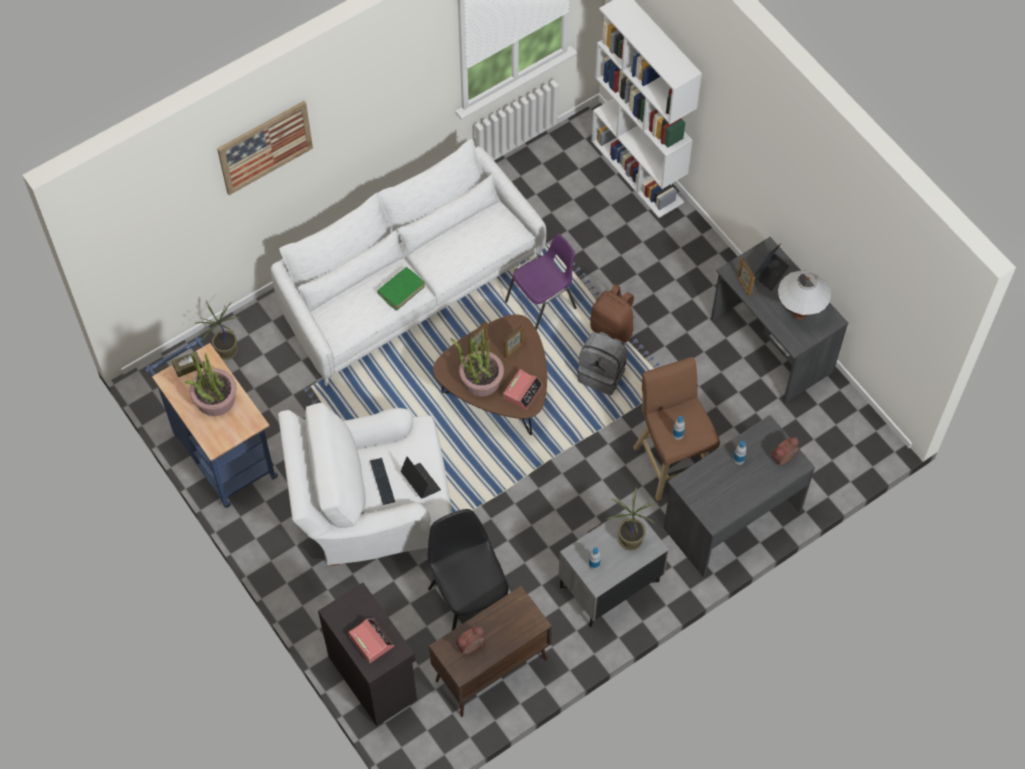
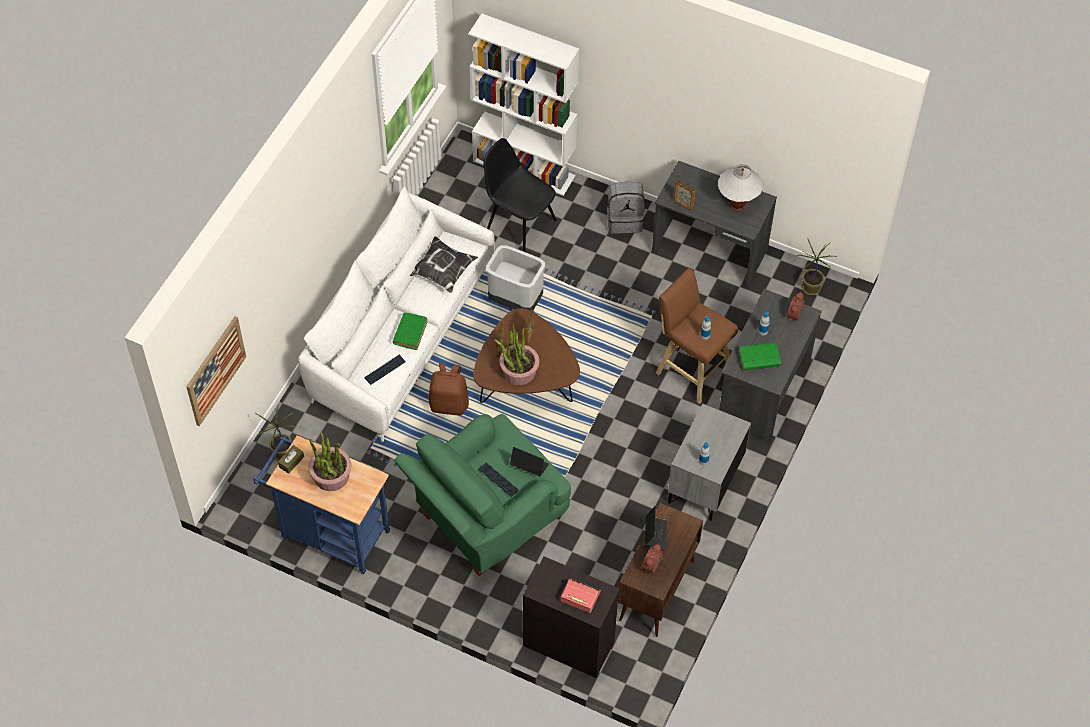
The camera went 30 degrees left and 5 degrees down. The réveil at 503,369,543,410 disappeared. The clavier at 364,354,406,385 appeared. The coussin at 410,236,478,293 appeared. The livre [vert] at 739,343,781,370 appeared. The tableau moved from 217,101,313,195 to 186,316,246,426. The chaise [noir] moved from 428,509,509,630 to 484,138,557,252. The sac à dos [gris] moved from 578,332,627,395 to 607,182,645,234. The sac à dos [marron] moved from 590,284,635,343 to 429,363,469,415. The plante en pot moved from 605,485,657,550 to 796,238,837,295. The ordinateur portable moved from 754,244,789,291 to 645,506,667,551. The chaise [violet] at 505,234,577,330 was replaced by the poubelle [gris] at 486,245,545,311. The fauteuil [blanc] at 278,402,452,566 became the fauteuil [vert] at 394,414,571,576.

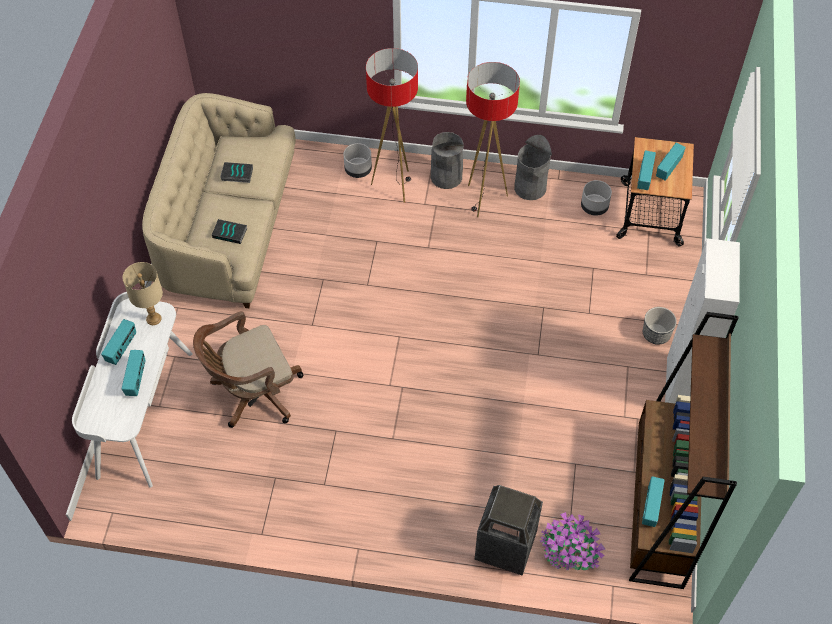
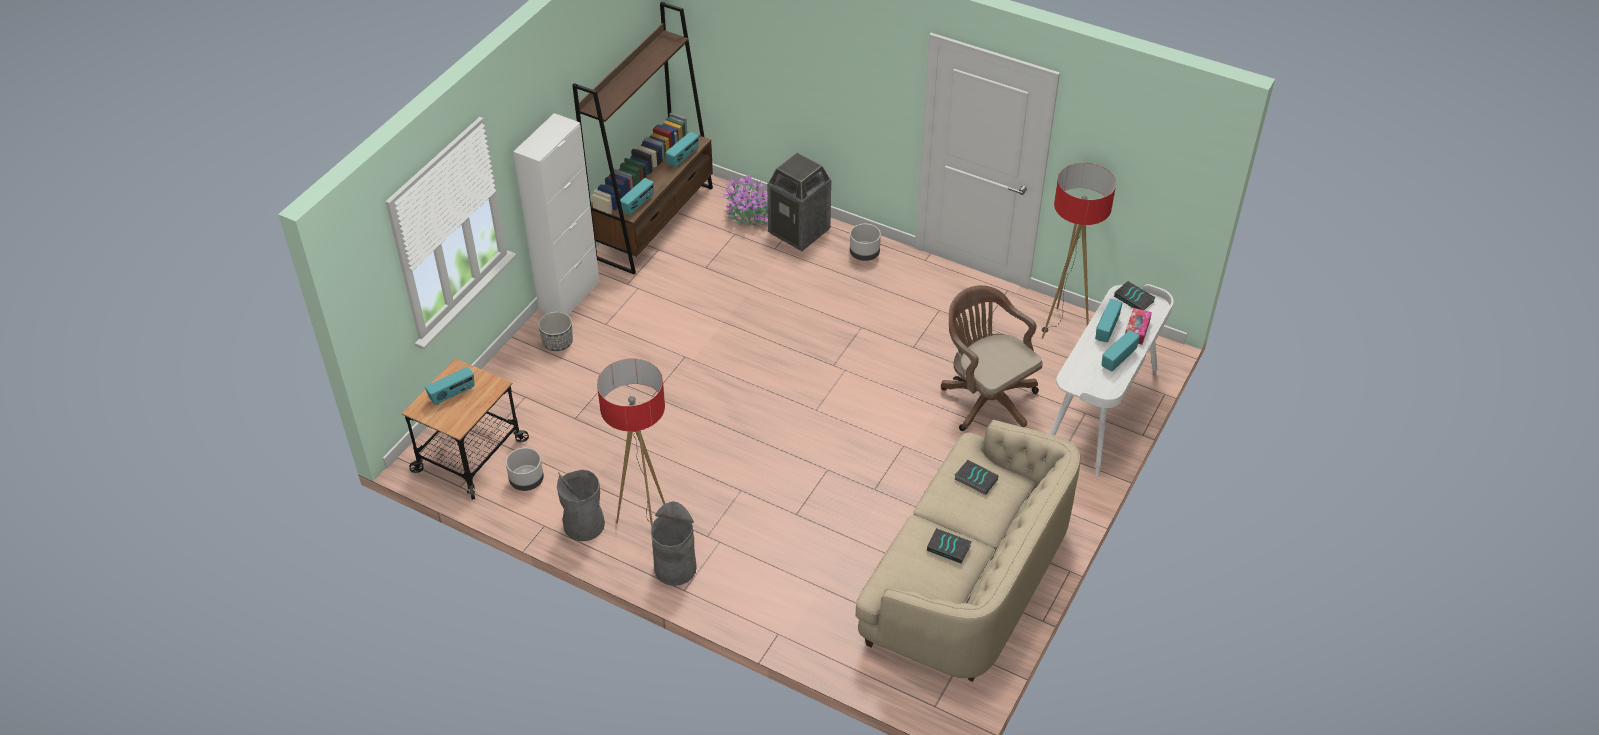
The camera went 160 degrees left and 10 degrees down. The lampe de table [beige] at 122,262,163,325 disappeared. The livre at 1114,281,1156,310 appeared. The boîte à mouchoirs at 1125,308,1152,345 appeared. The cache-pot [gris] moved from 343,143,372,178 to 850,224,881,261. The lampadaire moved from 366,48,418,203 to 1042,163,1116,338. The radio moved from 637,150,656,190 to 620,178,654,216. The chaise de bureau [marron] at 193,311,303,428 turned 120 degrees counterclockwise.

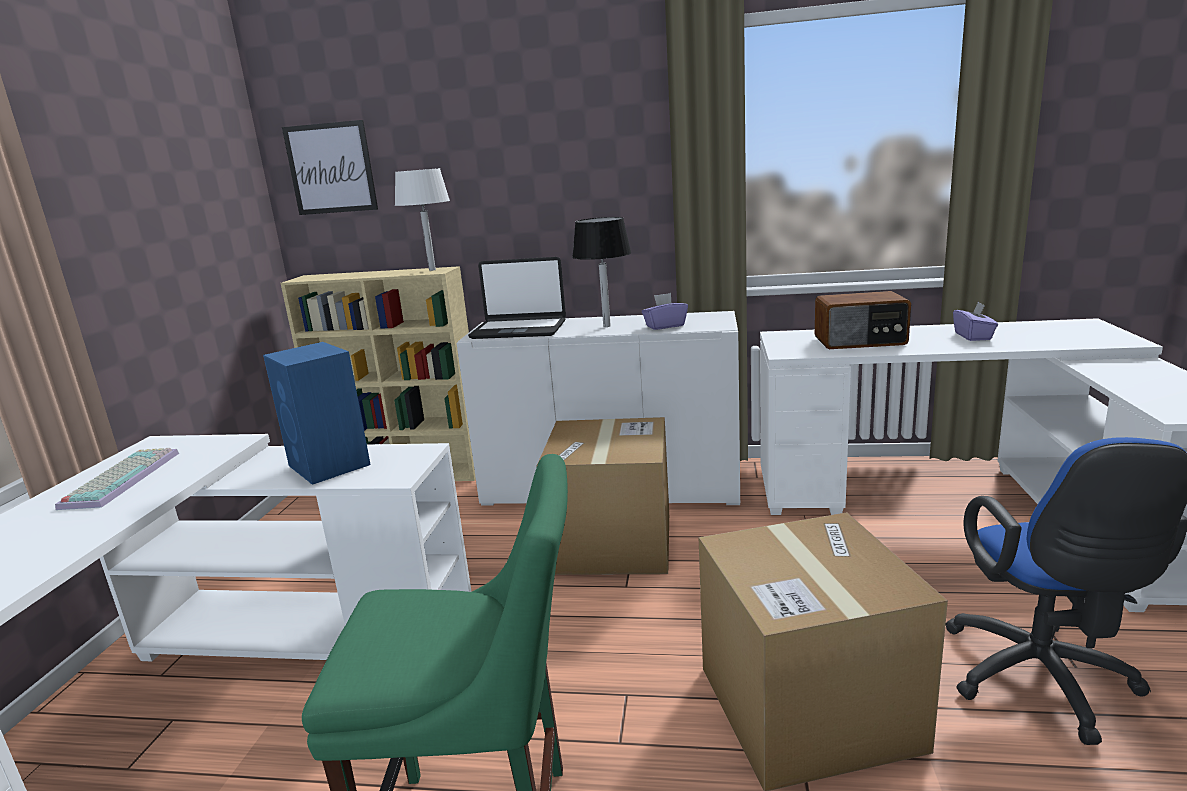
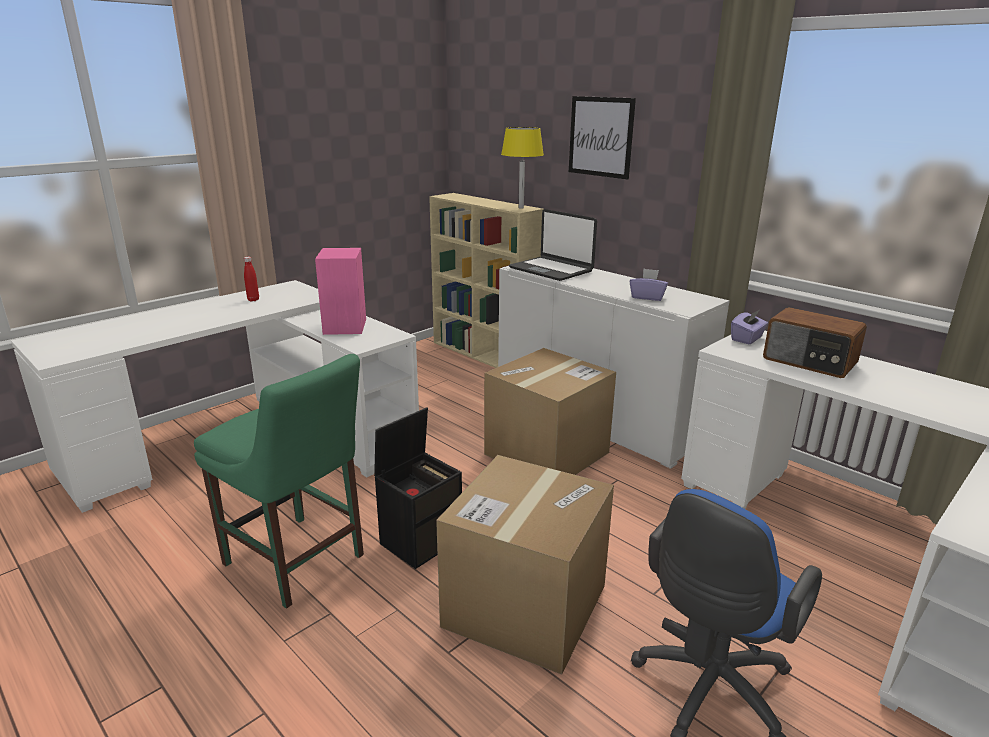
The camera went 35 degrees right and 5 degrees up. The lampe de table [noir] at 572,217,631,327 disappeared. The boîte de rangement [noir] at 374,407,462,569 appeared. The tableau moved from 282,120,378,215 to 569,96,636,179. The boîte à mouchoirs [violet] moved from 953,302,998,341 to 731,310,768,344. The clavier at 55,448,179,510 was replaced by the bouteille [rouge] at 244,257,259,301. The enceinte [bleu] at 263,342,371,485 became the enceinte [rose] at 315,248,366,335. The lampe de table [blanc] at 395,168,450,271 became the lampe de table [jaune] at 501,127,544,208.

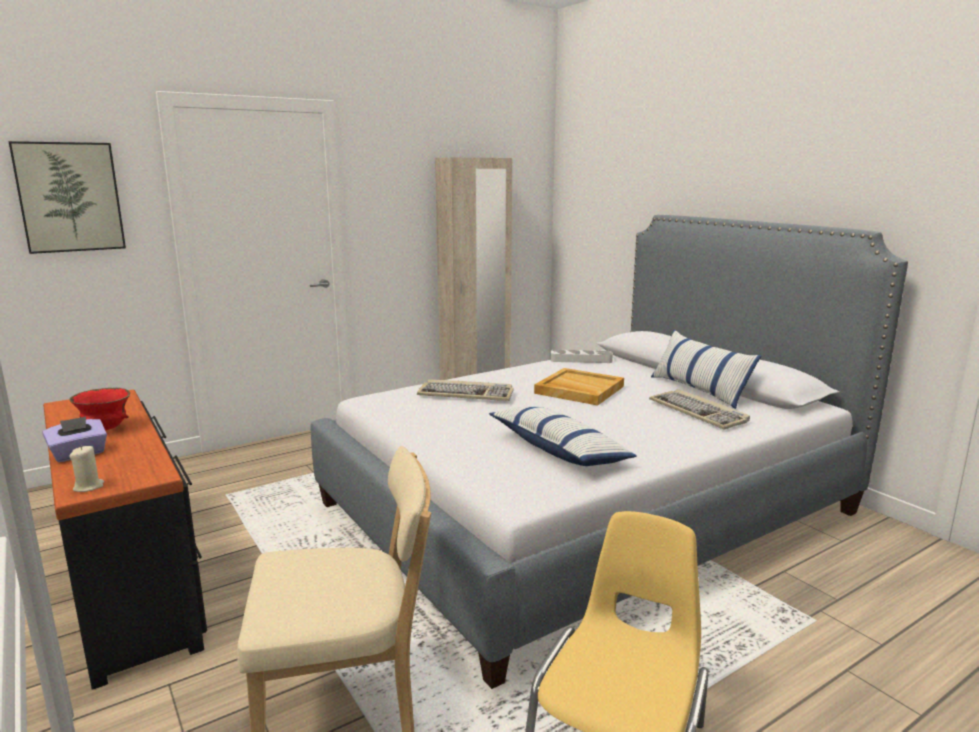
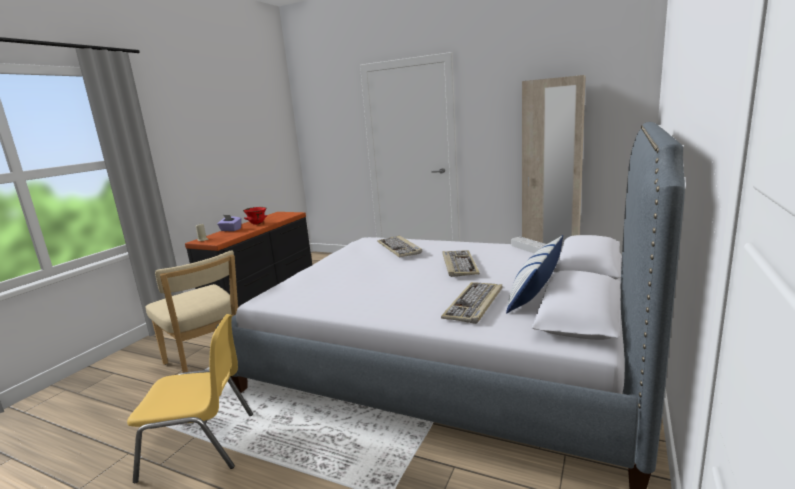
The camera went 60 degrees right and 0 degrees up. The tableau at 8,141,126,254 disappeared. The coussin at 489,407,637,466 disappeared. The plateau [beige] at 534,368,624,406 was replaced by the clavier at 442,250,480,277.

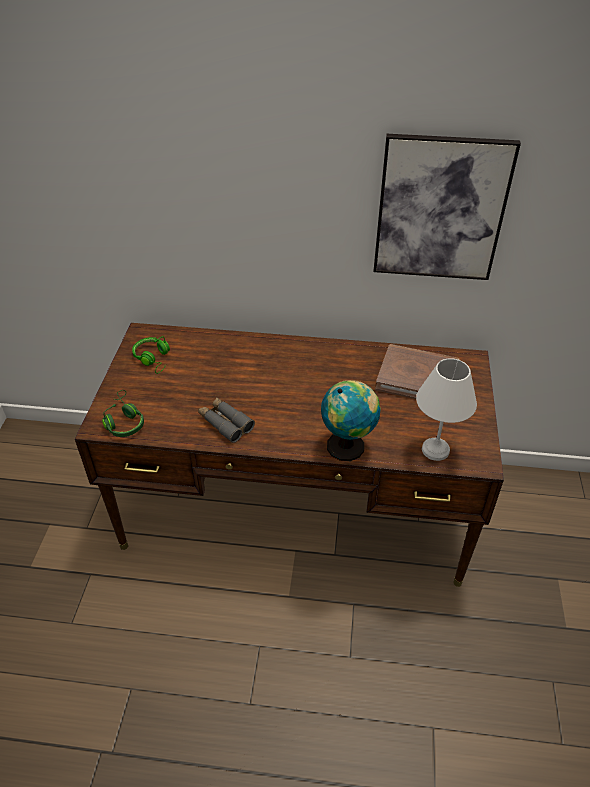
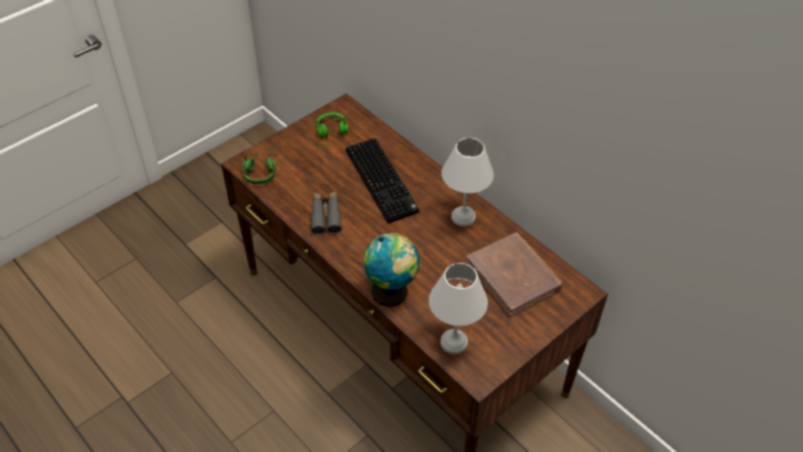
The camera went 40 degrees right and 5 degrees up. The tableau at 373,134,521,280 disappeared. The clavier at 346,138,419,223 appeared. The lampe de table [blanc] at 441,138,494,227 appeared.

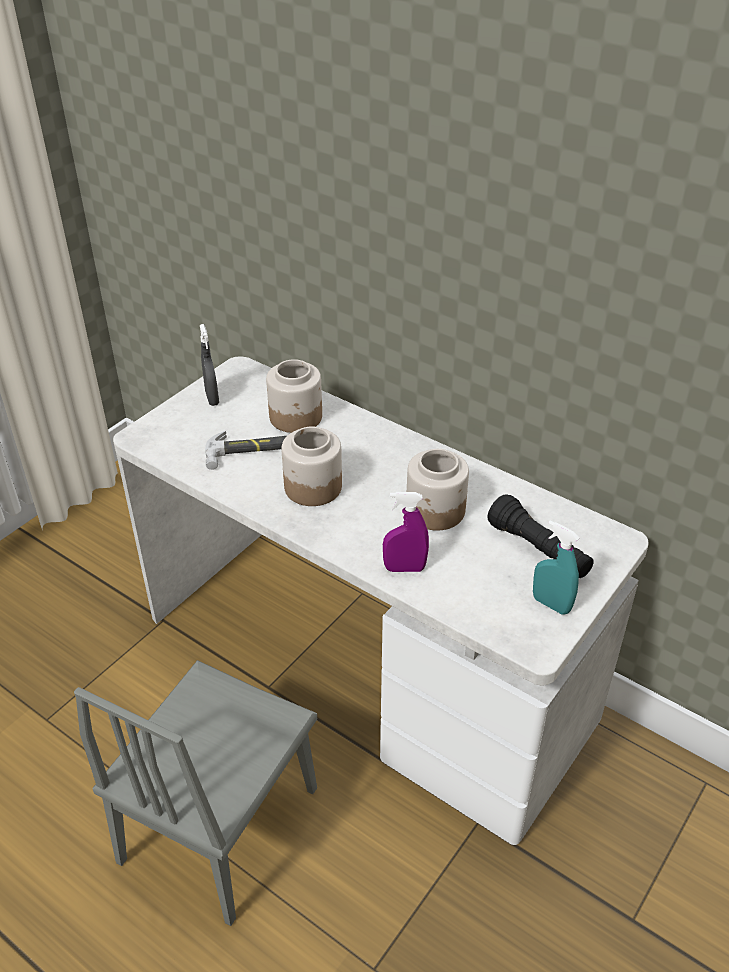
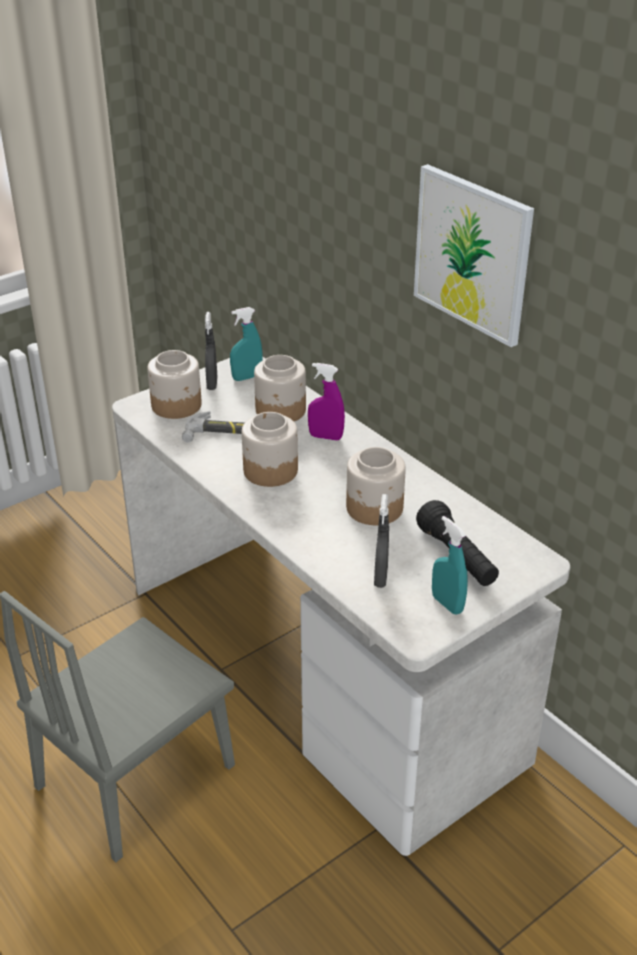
The camera went 15 degrees right and 5 degrees down. The bocal at 147,350,202,419 appeared. The vaporisateur [turquoise] at 230,307,262,381 appeared. The vaporisateur [gris] at 374,494,389,588 appeared. The tableau at 414,164,534,347 appeared. The vaporisateur [violet] moved from 383,492,429,572 to 308,363,345,440.

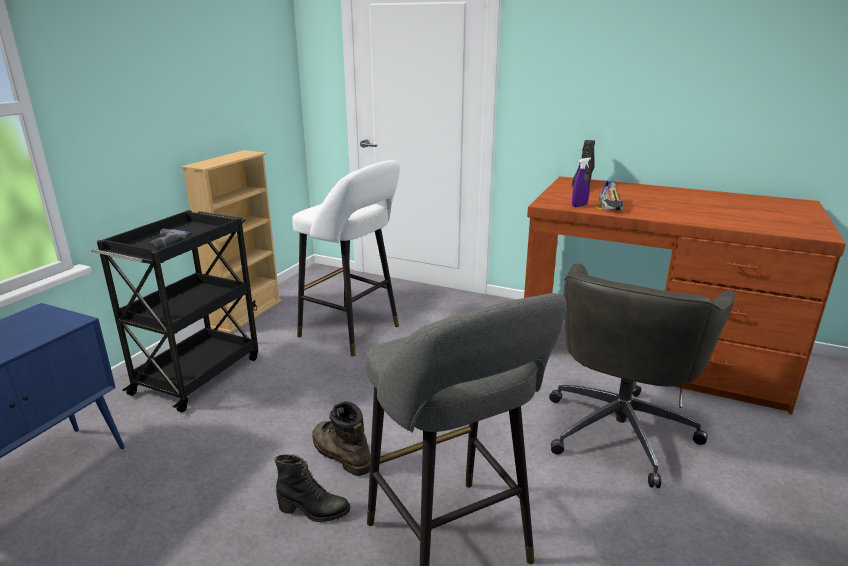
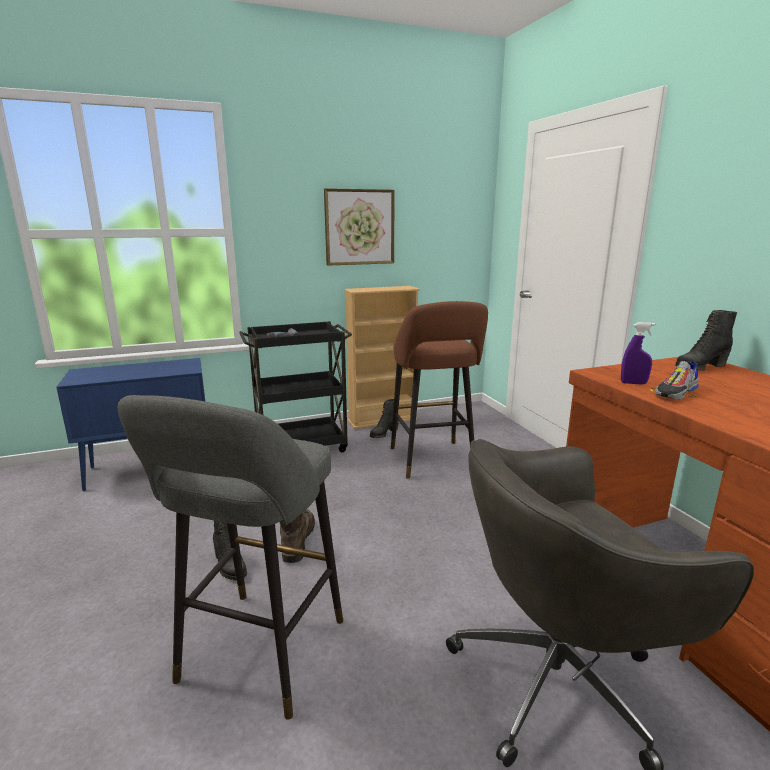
The camera went 45 degrees right and 5 degrees down. The tableau at 324,188,395,266 appeared. The botte [noir] at 370,399,399,438 appeared. The tabouret [blanc] at 292,160,400,356 became the tabouret [marron] at 391,301,488,479.

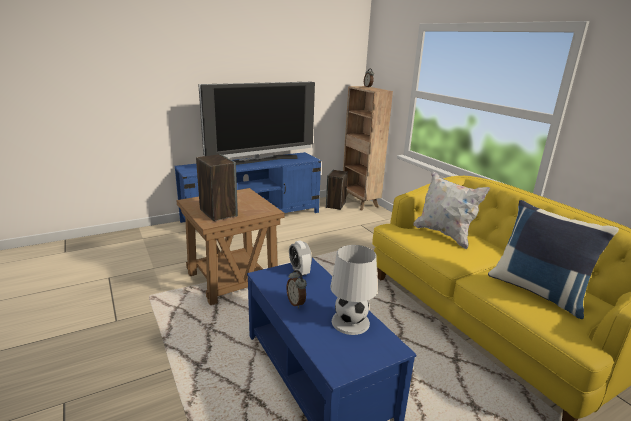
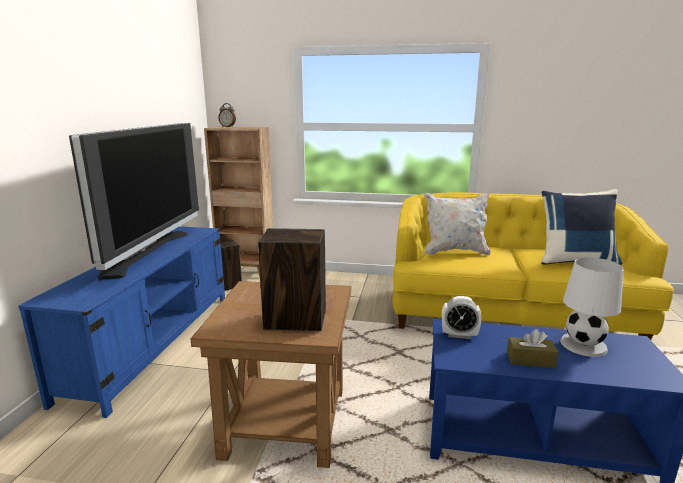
The camera went 50 degrees left and 5 degrees down. The réveil at 286,270,307,309 was replaced by the boîte à mouchoirs [marron] at 507,329,559,368.

